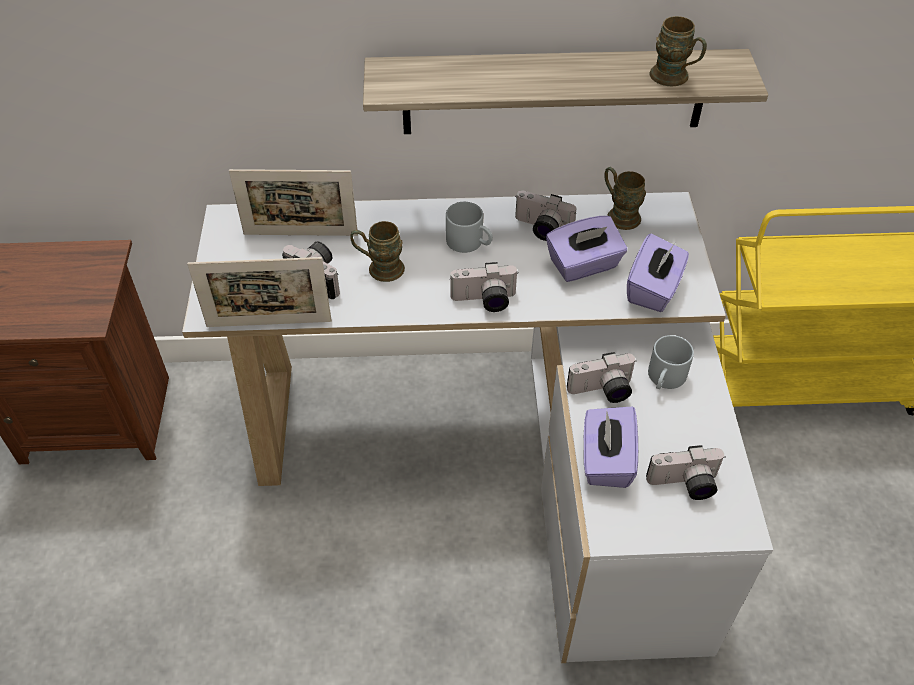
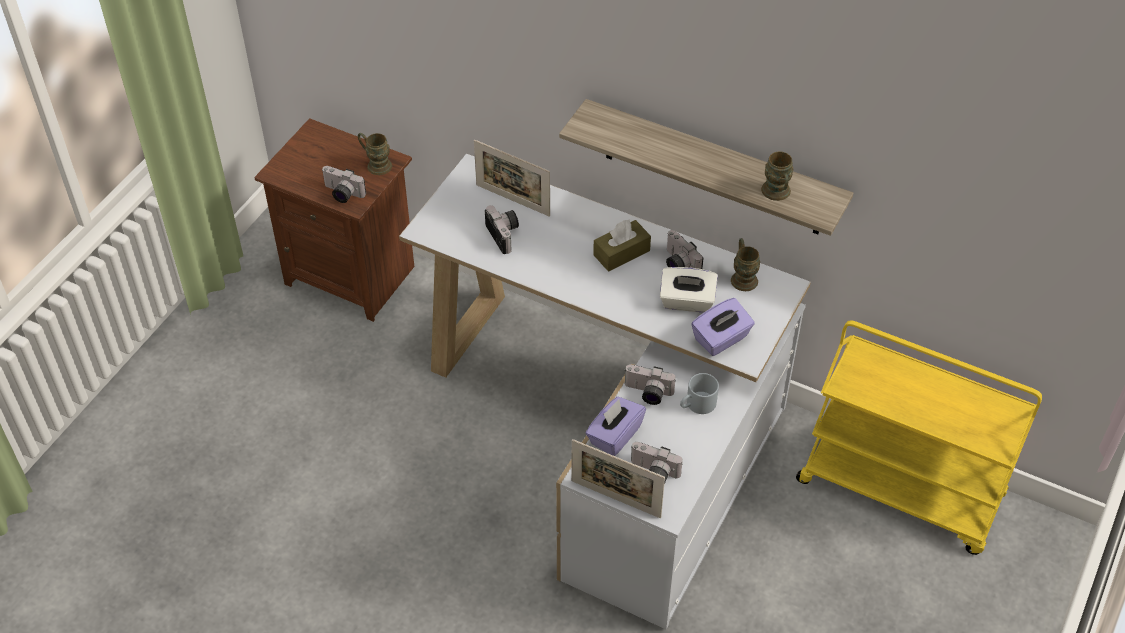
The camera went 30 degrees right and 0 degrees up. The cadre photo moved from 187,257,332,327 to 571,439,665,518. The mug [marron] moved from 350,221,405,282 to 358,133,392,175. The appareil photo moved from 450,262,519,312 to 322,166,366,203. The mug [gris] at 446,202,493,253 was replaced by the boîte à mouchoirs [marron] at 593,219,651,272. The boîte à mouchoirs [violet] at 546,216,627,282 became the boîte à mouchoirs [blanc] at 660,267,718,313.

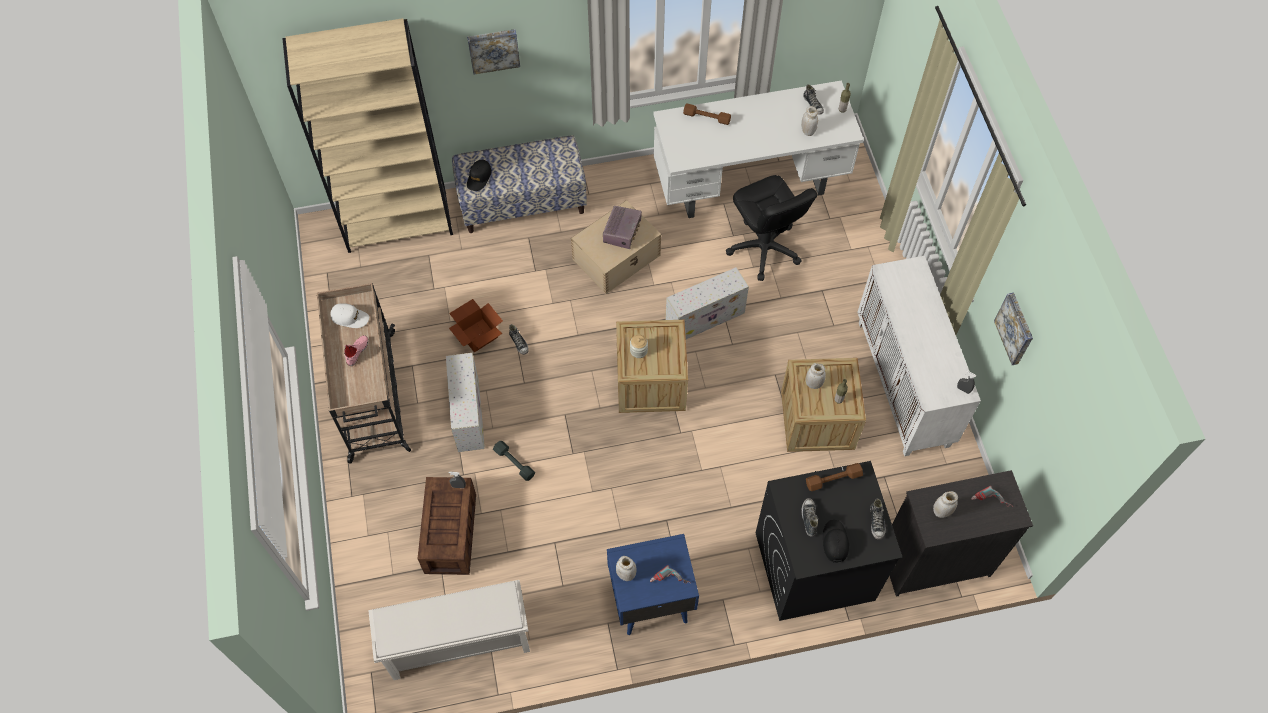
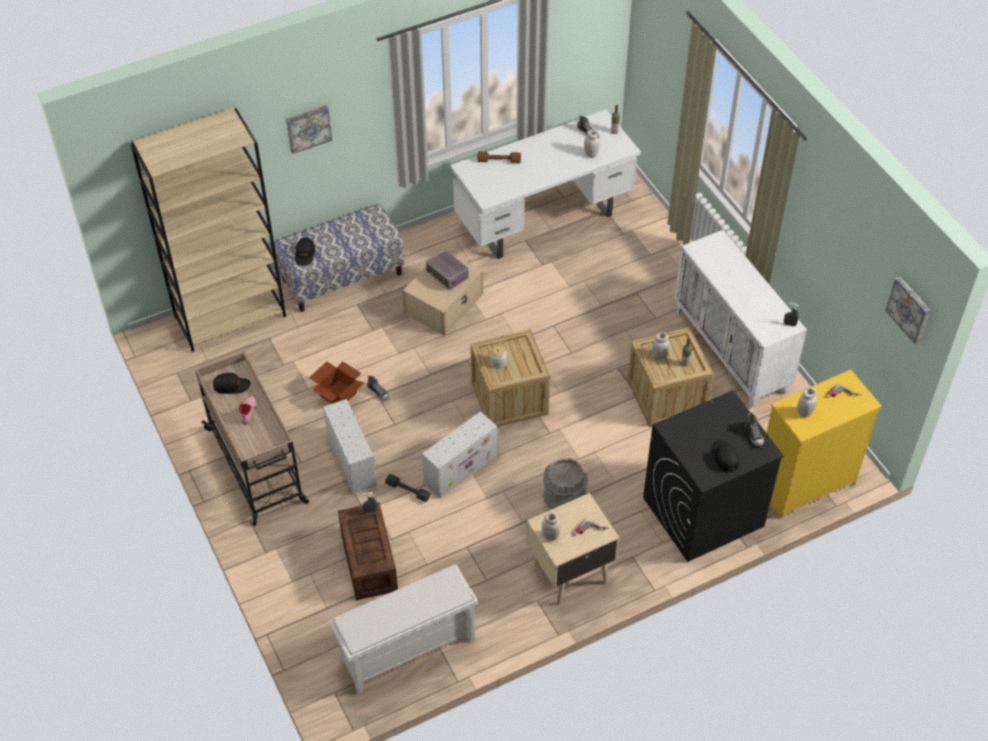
The camera went 15 degrees left and 10 degrees down. The chaise de bureau [noir] at 726,175,818,281 disappeared. The chaussure at 802,498,818,537 disappeared. The haltère [marron] at 806,463,863,491 disappeared. The seau [gris] at 542,458,588,509 appeared. The boîte de rangement [blanc] moved from 665,267,749,339 to 422,411,497,498. The tableau moved from 994,293,1033,365 to 886,277,930,344. The casquette [blanc] at 330,303,369,328 became the casquette [noir] at 213,373,250,394. The table de chevet [bleu] at 607,534,699,635 became the table de chevet [beige] at 526,493,619,605. The commode [noir] at 890,470,1033,597 became the commode [jaune] at 766,370,882,519. The radio at 603,206,642,249 turned 135 degrees clockwise.

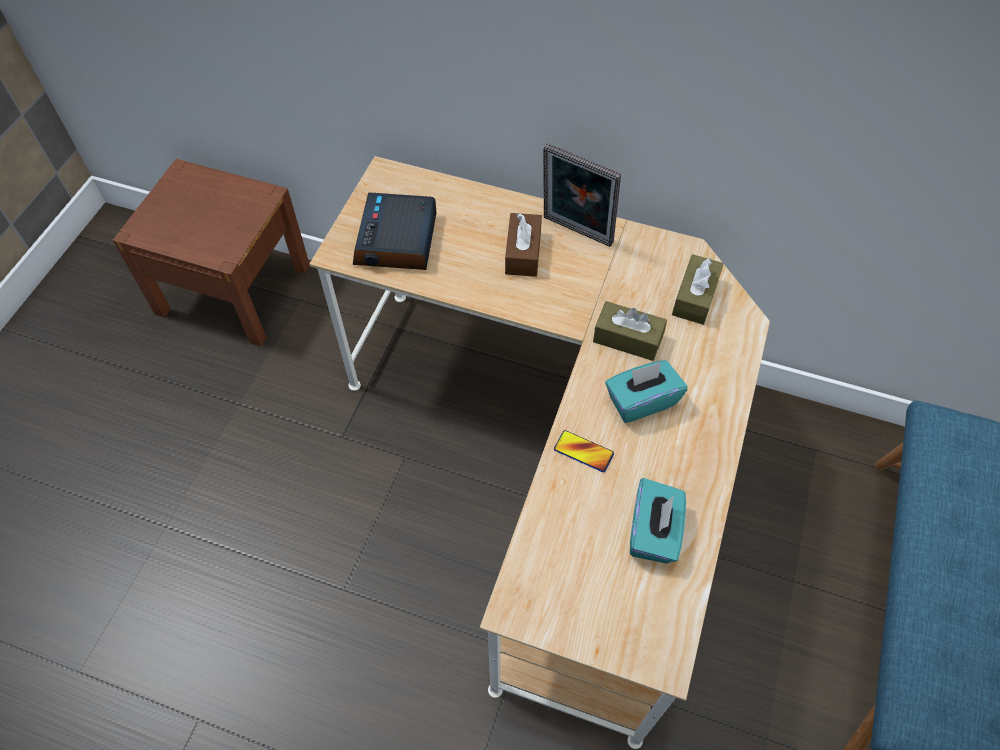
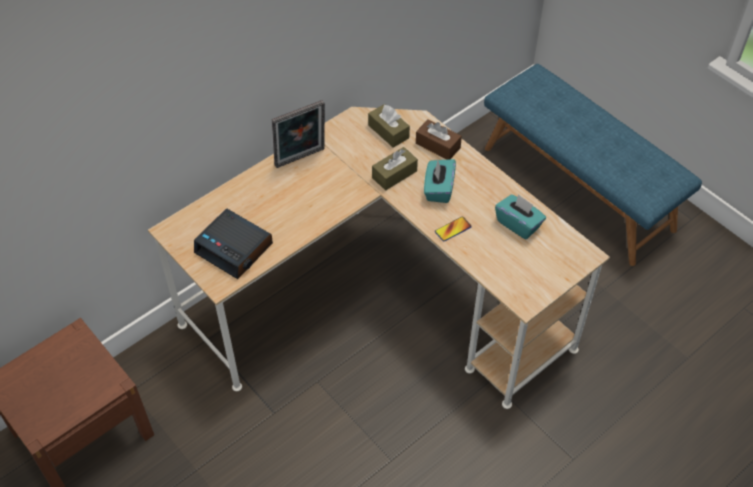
The camera went 60 degrees left and 5 degrees down. The boîte à mouchoirs [marron] moved from 505,213,542,277 to 416,119,462,160.

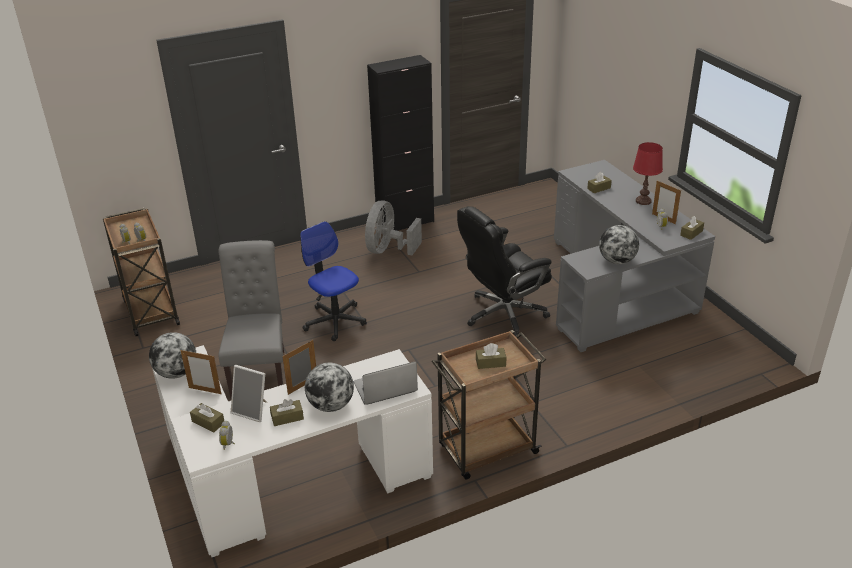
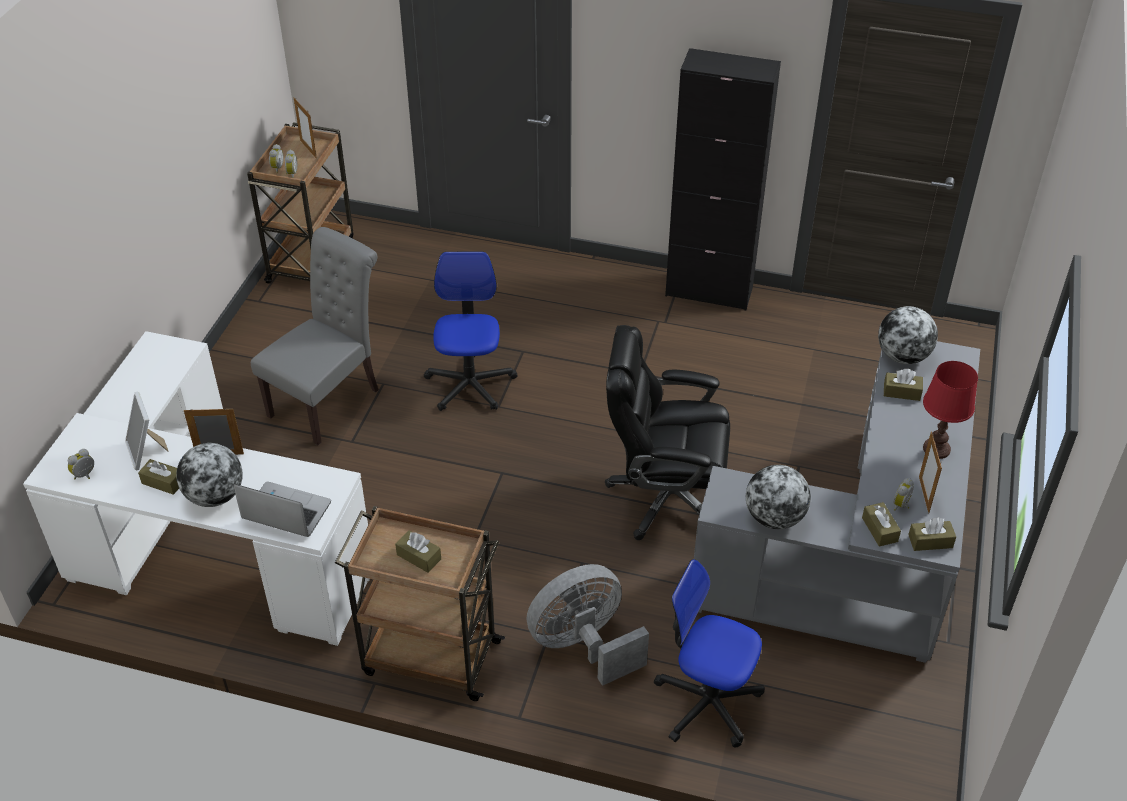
The camera went 40 degrees right and 10 degrees up. The chaise de bureau at 654,559,765,748 appeared. The globe moved from 149,332,196,379 to 878,306,938,364. The cadre photo moved from 181,349,221,394 to 293,97,317,158. The boîte à mouchoirs [marron] moved from 190,403,224,433 to 862,502,901,547. The ventilateur [gris] moved from 365,200,422,255 to 526,564,649,686.

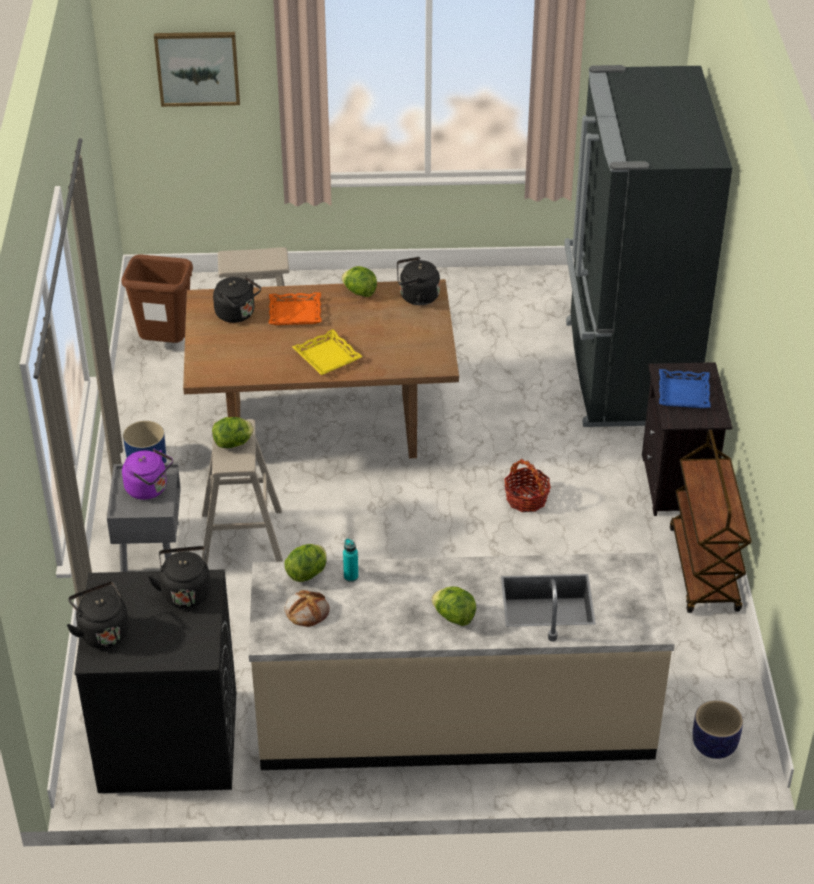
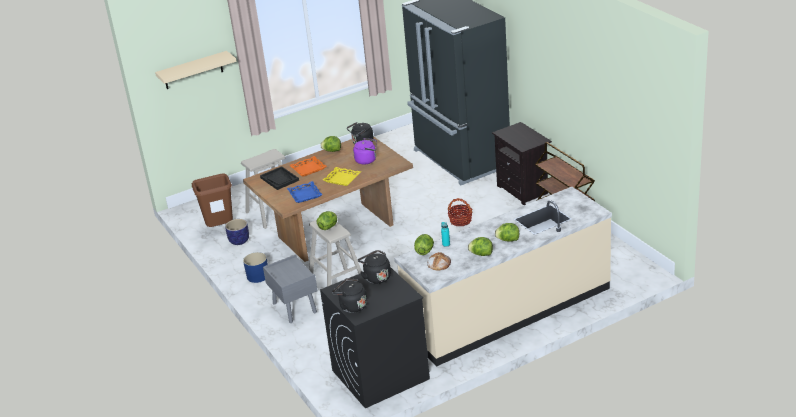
The camera went 25 degrees left and 10 degrees down. The laitue at 468,237,493,256 appeared. The bouilloire [violet] moved from 122,449,173,500 to 353,138,377,165. The plateau [bleu] moved from 659,369,710,408 to 287,181,322,203. The cache-pot moved from 693,700,743,759 to 225,219,249,245. The tableau at 154,32,240,107 was replaced by the étagère [beige] at 155,51,237,89. The bouilloire [noir] at 213,276,261,323 was replaced by the plateau [noir] at 260,166,299,190.

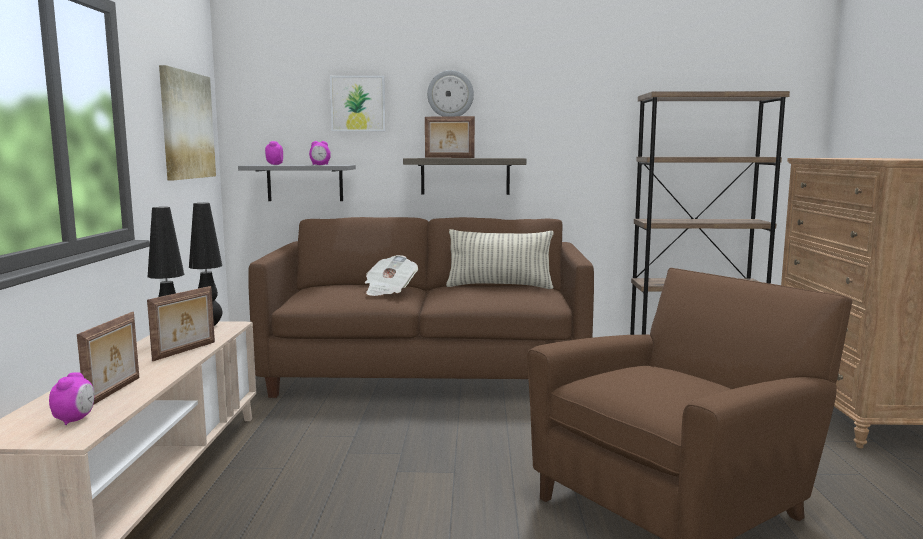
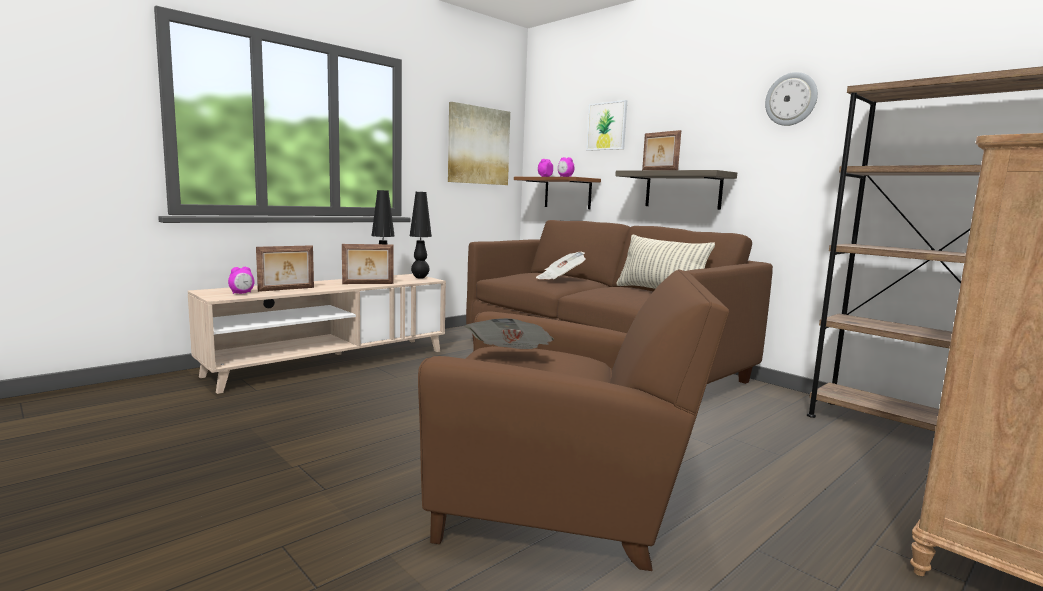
The camera went 45 degrees right and 0 degrees up. The journal at 465,318,554,349 appeared. The horloge murale moved from 427,70,474,117 to 765,72,818,126. The étagère [gris] at 238,165,356,201 became the étagère [marron] at 514,177,601,209.

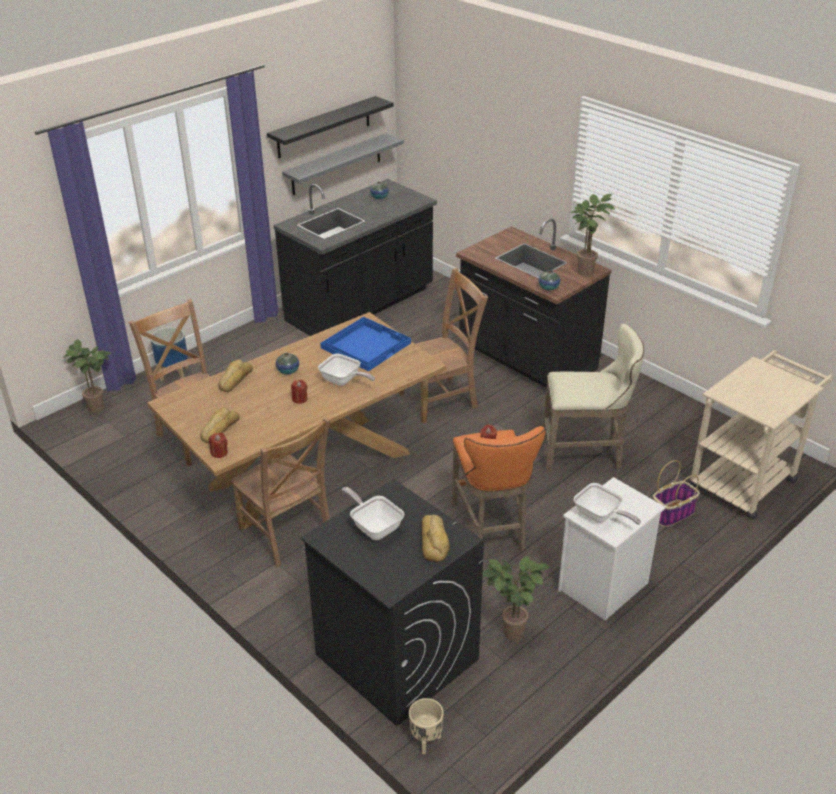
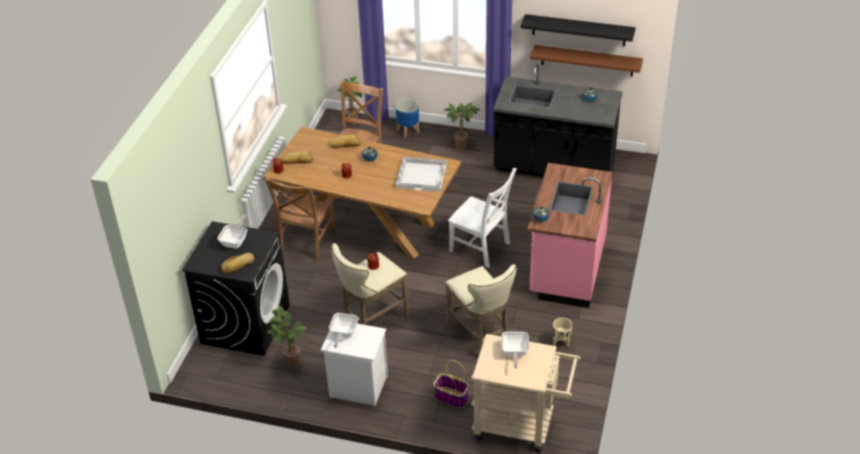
The camera went 60 degrees right and 5 degrees up. The poêle moved from 318,354,375,386 to 501,332,529,368. The cache-pot [beige] moved from 409,698,444,754 to 553,318,573,347. The plante en pot moved from 570,194,615,276 to 444,102,480,150. The étagère [gris] at 282,133,404,195 became the étagère [marron] at 530,45,643,76. The plateau [bleu] at 320,317,411,371 became the plateau [blanc] at 395,157,447,192. The chaise [marron] at 399,268,488,424 became the chaise [blanc] at 448,168,517,268. The tabouret [orange] at 452,426,545,551 became the tabouret [beige] at 332,243,410,325. The comptoir de cuisine [noir] at 456,218,612,388 became the comptoir de cuisine [rose] at 528,163,613,308.

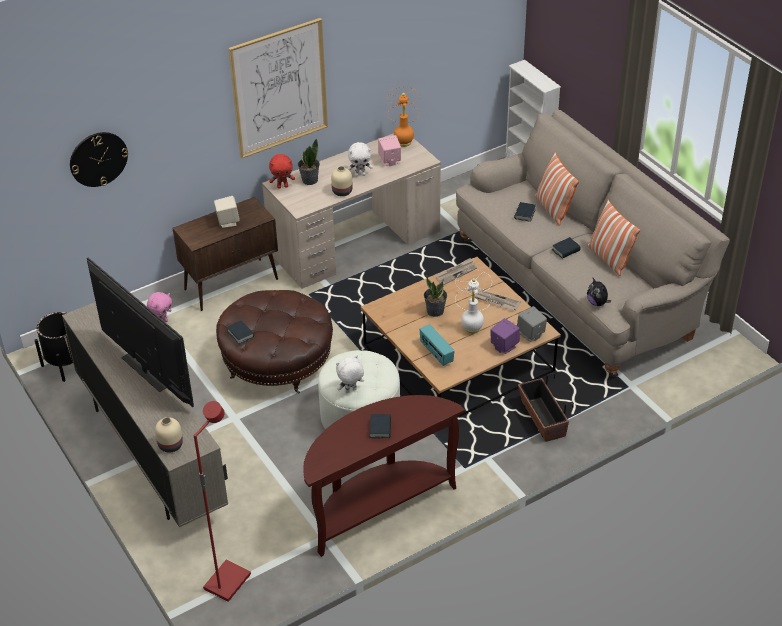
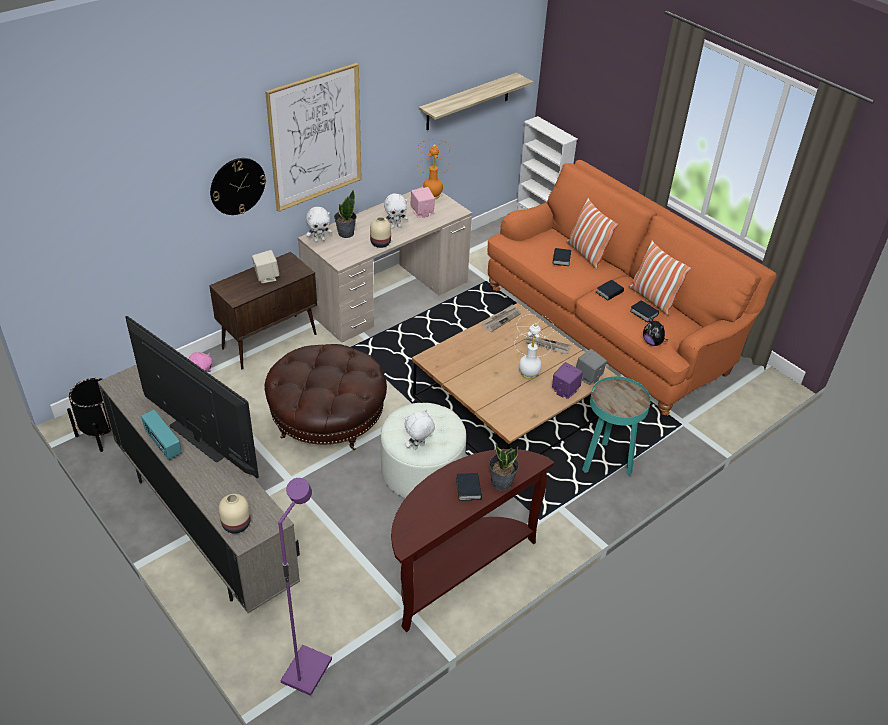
The camera went 10 degrees left and 0 degrees up. The étagère at 419,73,533,130 appeared. The horloge murale moved from 70,132,128,187 to 210,158,266,215. The livre moved from 227,320,254,344 to 630,300,659,323. The radio moved from 419,324,455,366 to 141,410,181,460. The plante en pot moved from 424,275,447,317 to 489,443,519,491. The cache-pot at 518,373,574,442 was replaced by the table d'appoint [turquoise] at 582,376,651,475. The lampadaire [rouge] at 194,401,251,602 became the lampadaire [violet] at 278,478,332,696. The peluche [rouge] at 269,154,295,189 became the peluche [blanc] at 306,207,332,242. The canapé [beige] at 456,110,730,377 became the canapé [orange] at 487,160,777,416.

